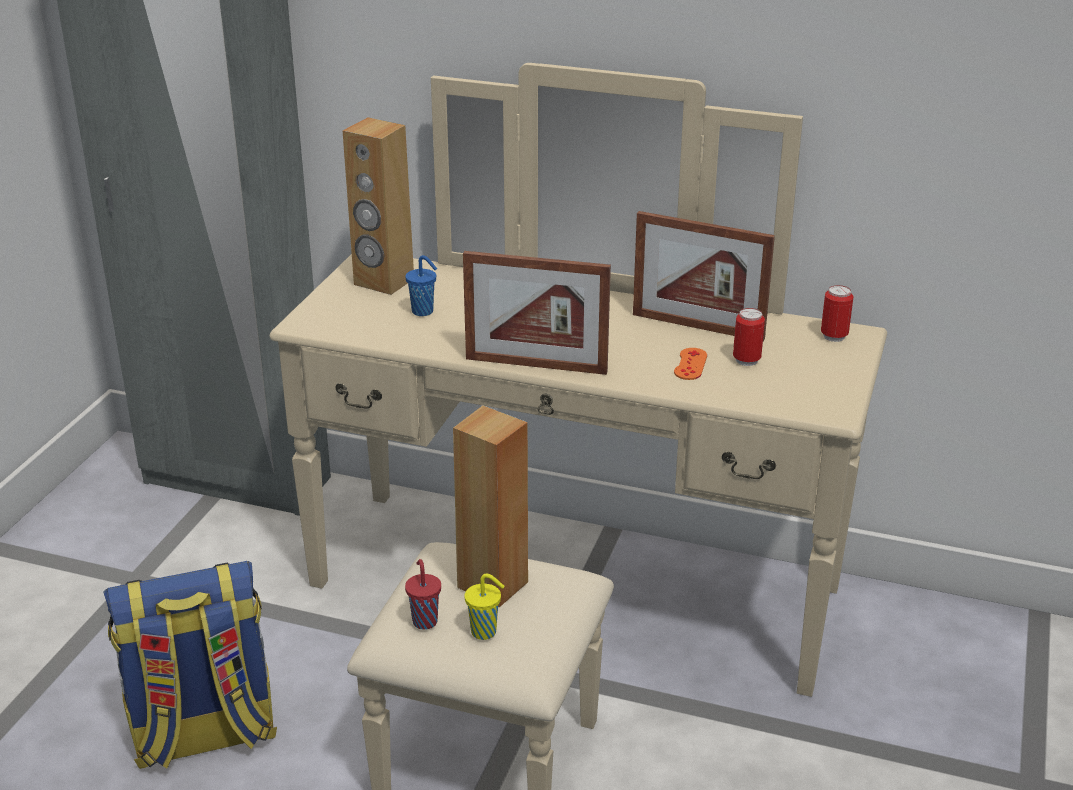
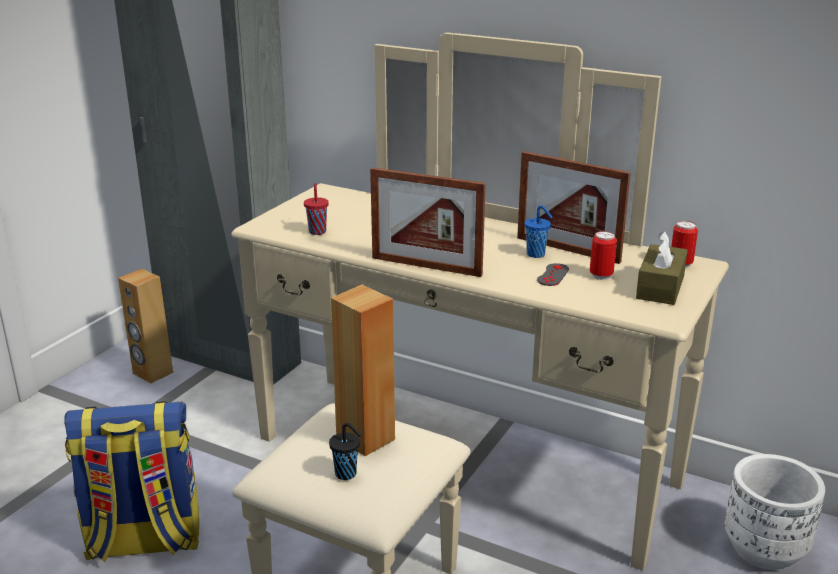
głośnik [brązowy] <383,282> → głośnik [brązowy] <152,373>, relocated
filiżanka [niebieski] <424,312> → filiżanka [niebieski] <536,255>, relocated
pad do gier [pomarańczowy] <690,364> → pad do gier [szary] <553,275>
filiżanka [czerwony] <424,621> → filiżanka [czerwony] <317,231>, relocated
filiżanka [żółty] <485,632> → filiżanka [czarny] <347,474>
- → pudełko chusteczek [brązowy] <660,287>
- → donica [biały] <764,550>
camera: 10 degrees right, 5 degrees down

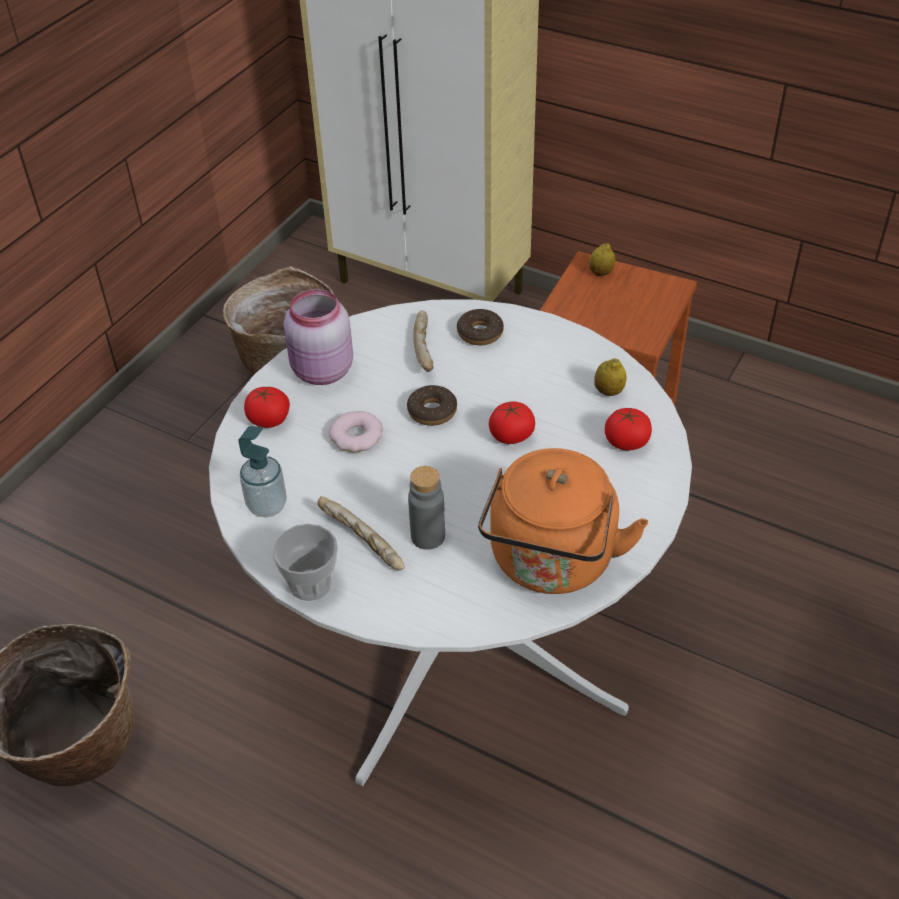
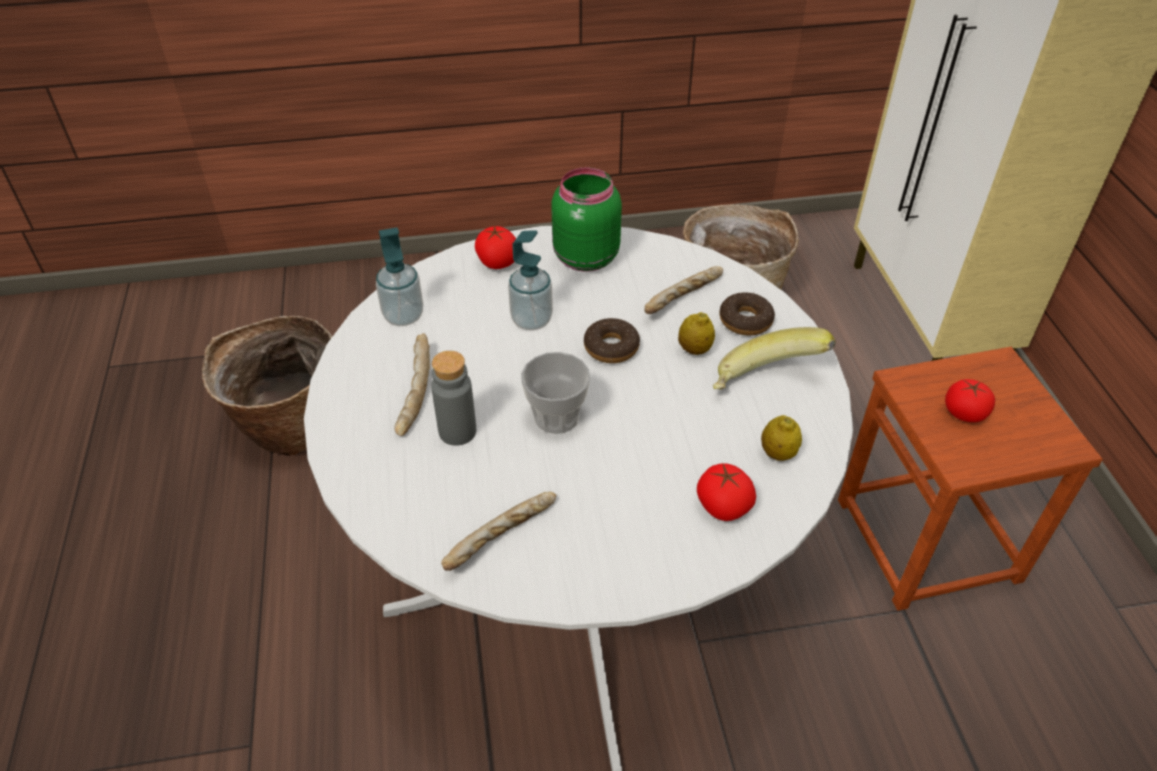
cytryna <601,273> → cytryna <694,350>, relocated
słoik [różowy] <321,372> → słoik [zielony] <583,258>
pomidor <511,436> → pomidor <964,413>, relocated
donut <356,436> → dozownik mydła <531,320>
czajnik [pomarańczowy] <551,563> → chleb <502,538>
filiżanka <310,584> → filiżanka <556,417>, relocated
- → banan <765,384>
camera: 50 degrees right, 0 degrees up

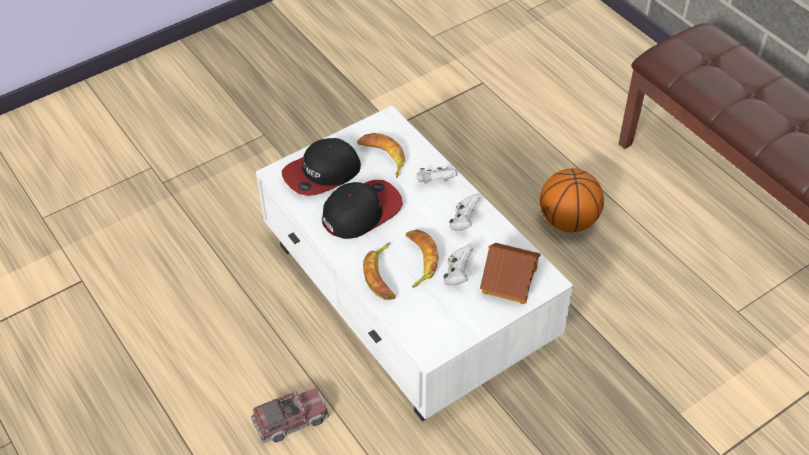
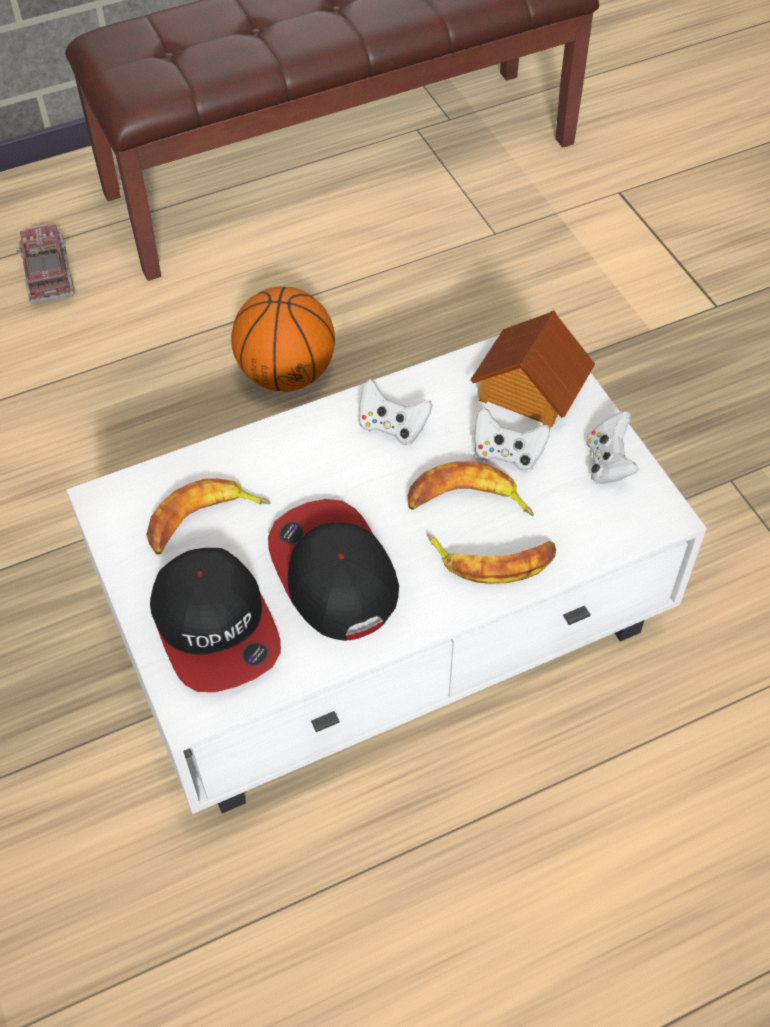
pad do gier [biały] <435,182> → pad do gier [biały] <608,463>, relocated
ciężarówka zabawkowa <291,420> → ciężarówka zabawkowa <48,275>, relocated
camera: 80 degrees left, 5 degrees up

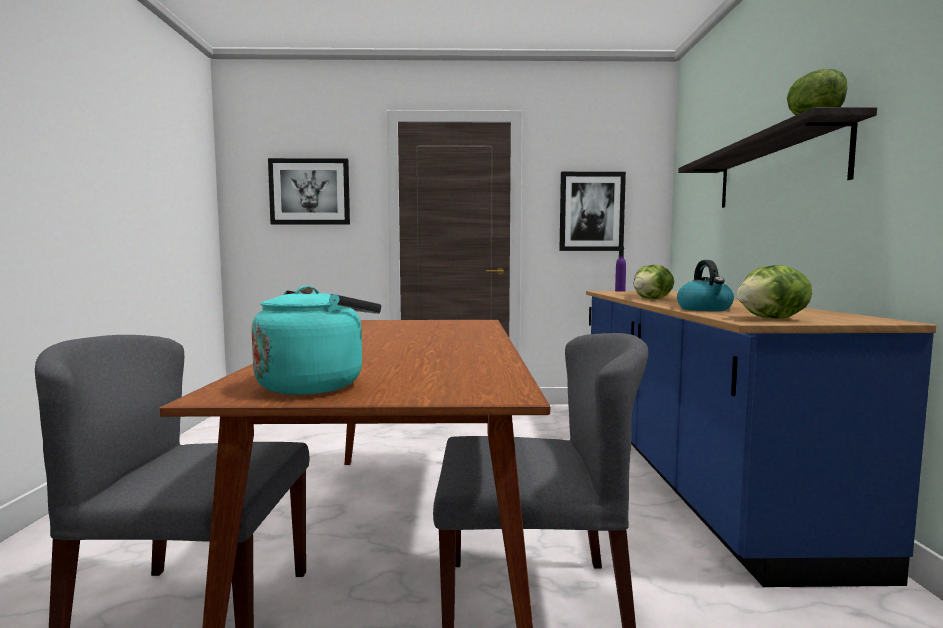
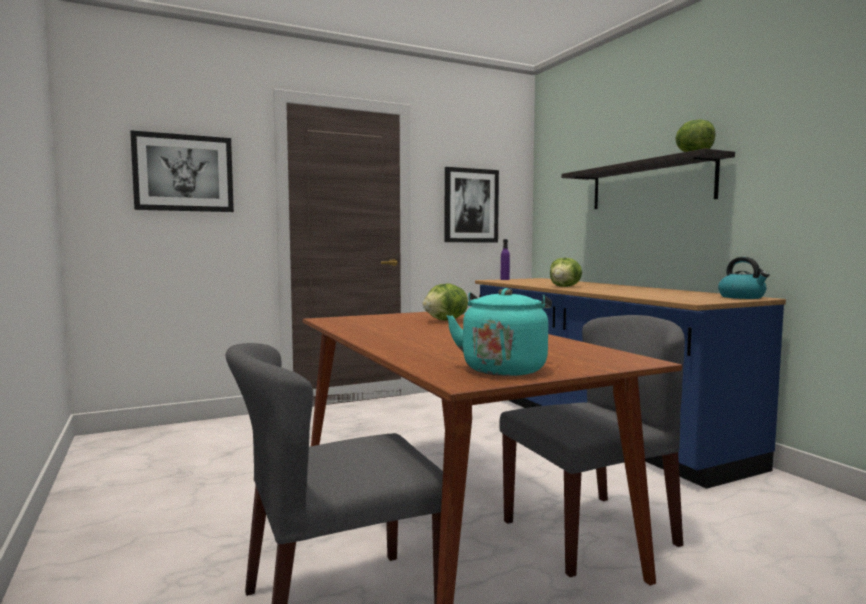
czajnik <705,309> → czajnik <742,297>, relocated
sałata <773,319> → sałata <446,320>, relocated
camera: 25 degrees left, 0 degrees up

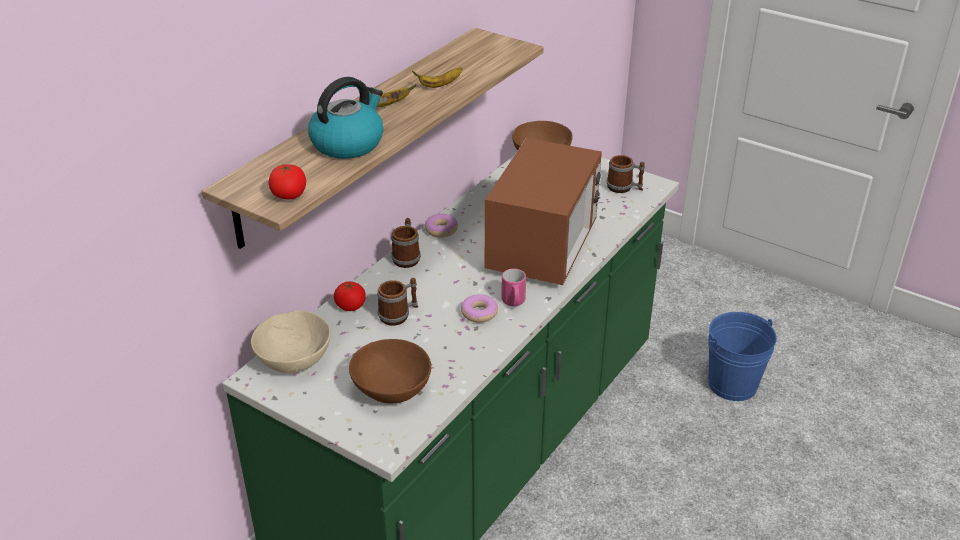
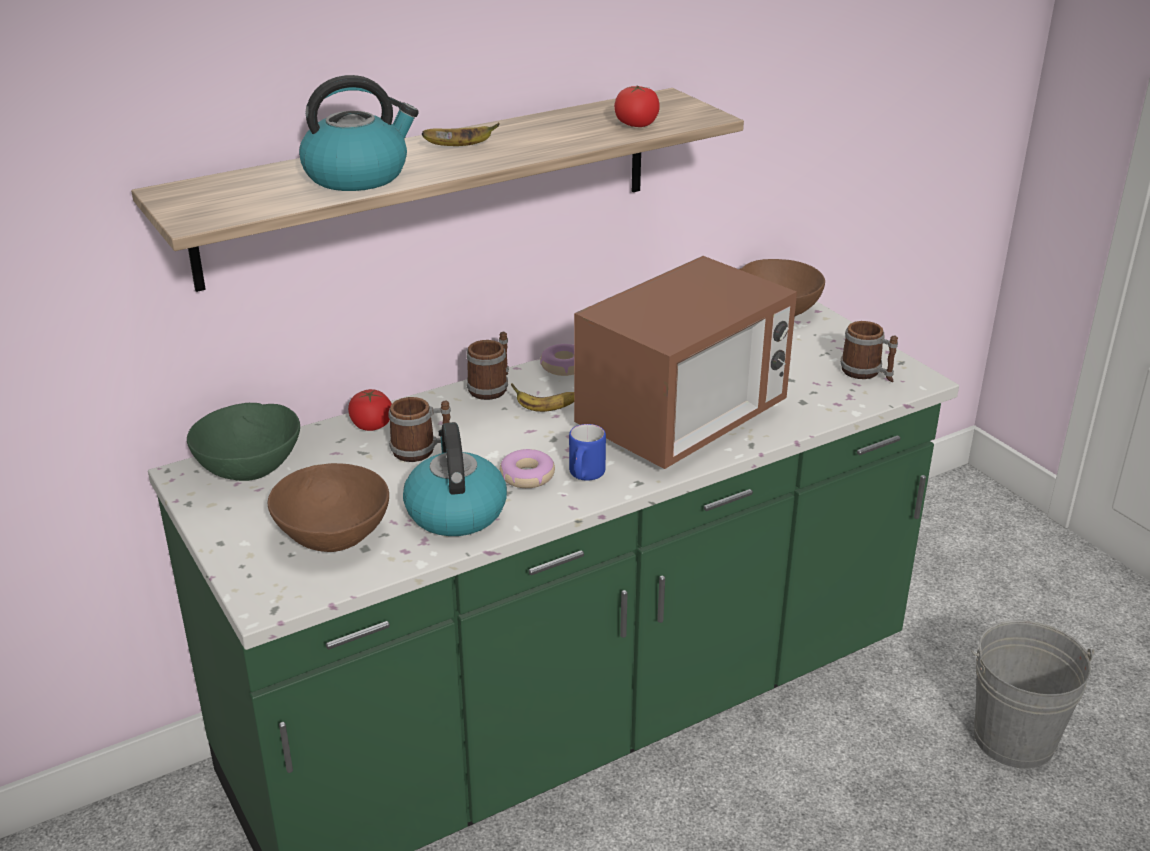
banan <439,85> → banan <545,409>, relocated
pomidor <289,195> → pomidor <636,125>, relocated
kubek [różowy] <514,303> → kubek [niebieski] <585,476>
miska [beżowy] <294,360> → miska [zielony] <249,468>
wiadro [niebieski] <732,384> → wiadro [szary] <1014,739>
- → czajnik <455,511>
camera: 25 degrees right, 5 degrees down

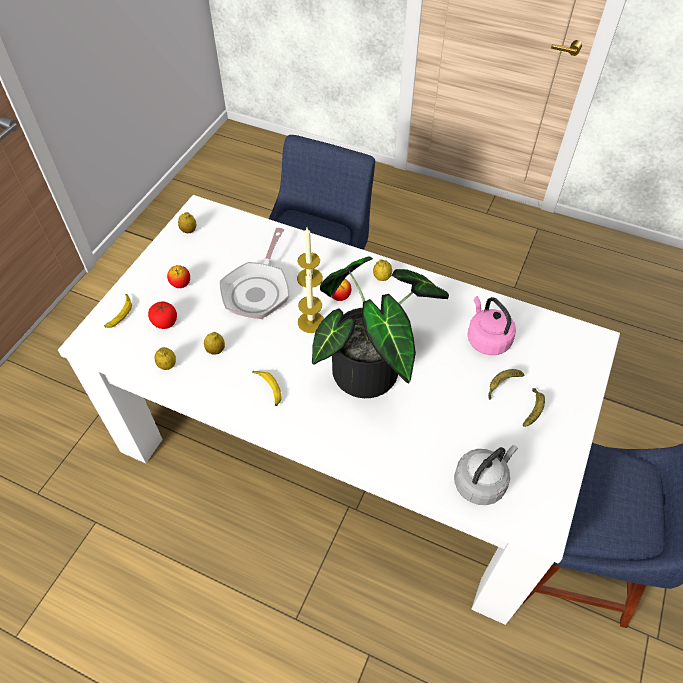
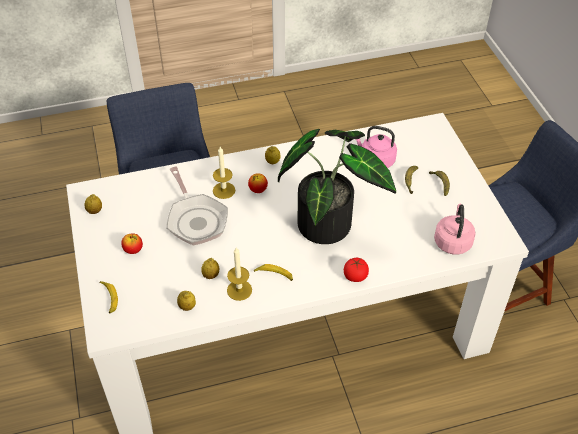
świeca <311,322> → świeca <239,290>, relocated
pomidor <165,322> → pomidor <355,276>, relocated
czajnik [szary] <481,482> → czajnik [różowy] <452,241>
camera: 40 degrees left, 5 degrees down

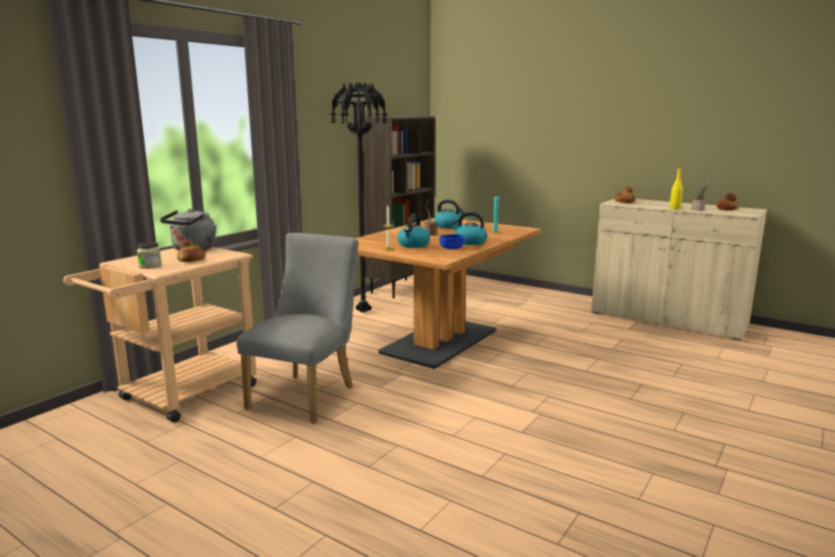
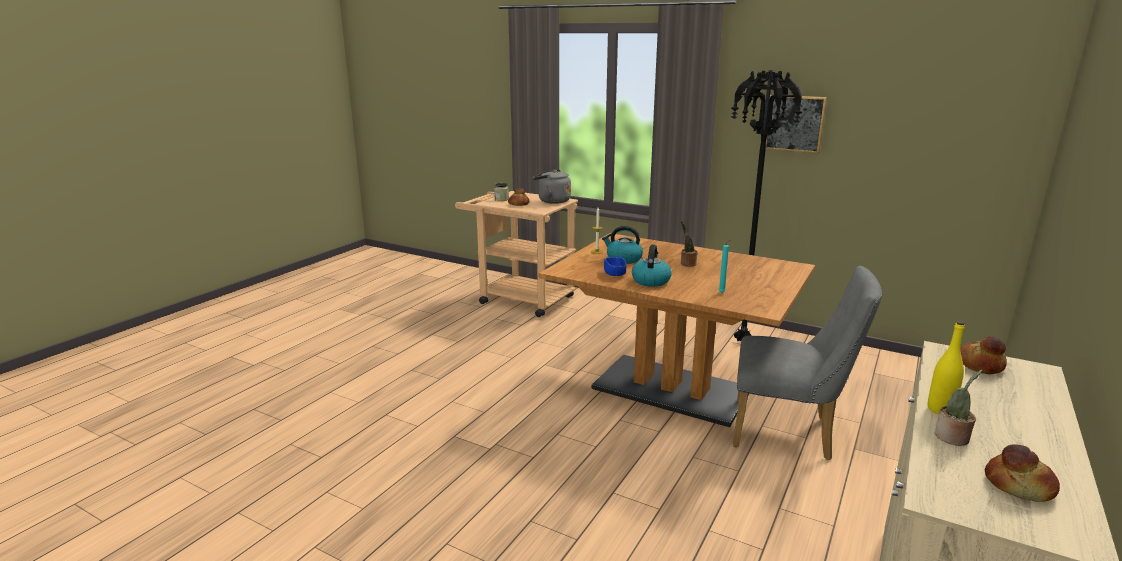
regał [brązowy] <399,288> → -
czajnik <448,226> → -
krzesło [szary] <307,394> → krzesło [szary] <790,433>, relocated
- → obraz <794,123>
camera: 85 degrees right, 5 degrees up

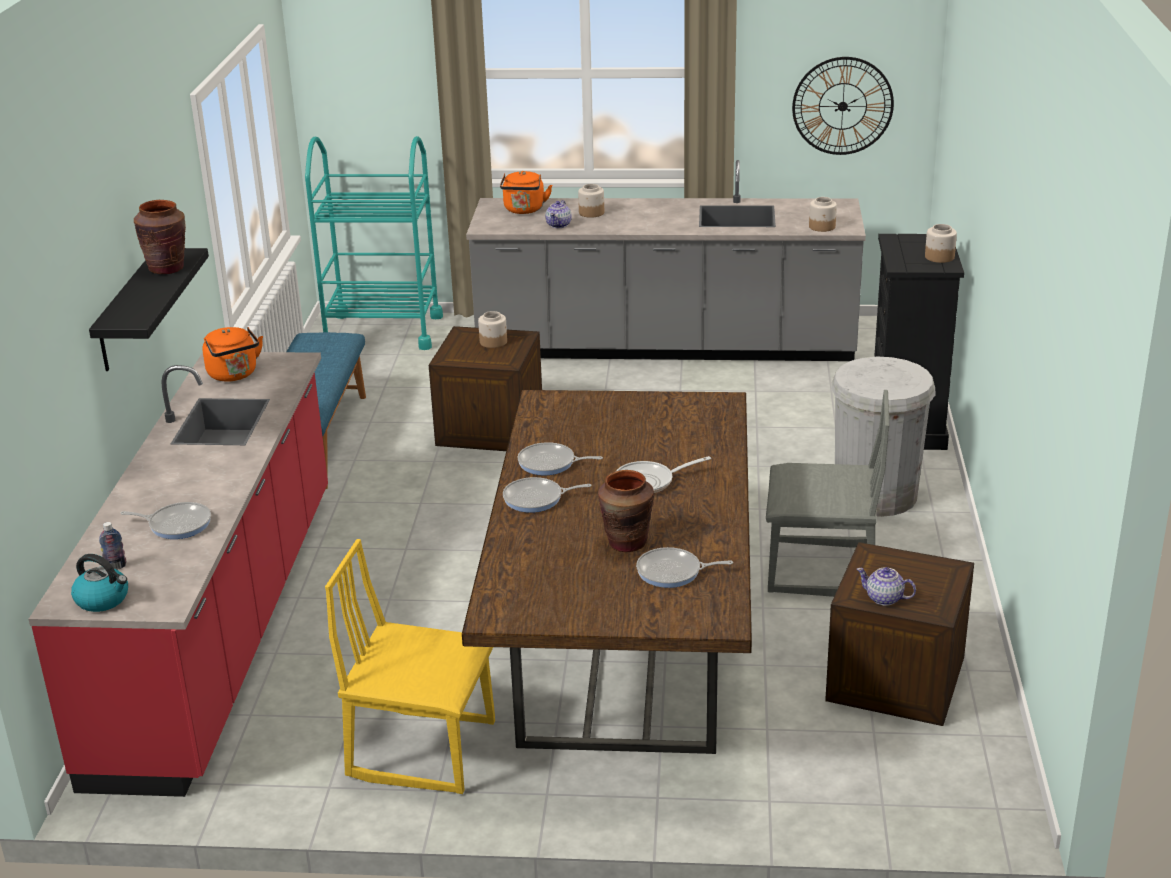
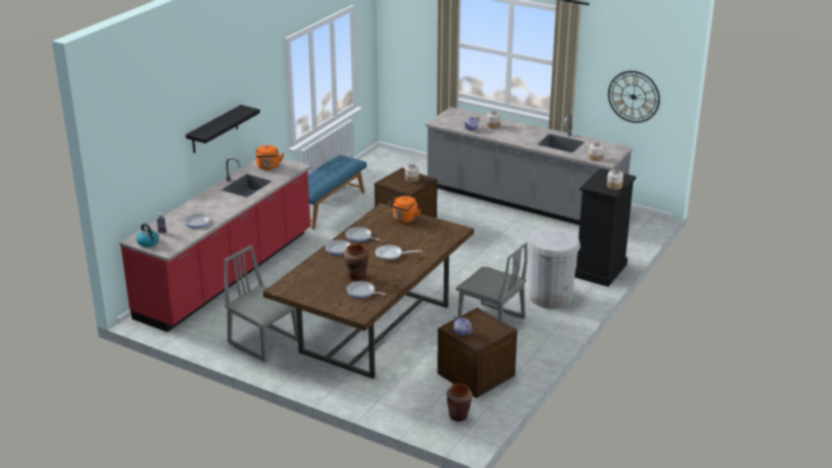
wózek [turkusowy] <383,331> → -
czajnik [pomarańczowy] <524,210> → czajnik [pomarańczowy] <404,219>, relocated
wazon [brązowy] <167,268> → wazon [brązowy] <458,416>, relocated
krzesło [żółty] <422,749> → krzesło [szary] <264,342>
camera: 25 degrees right, 0 degrees up

